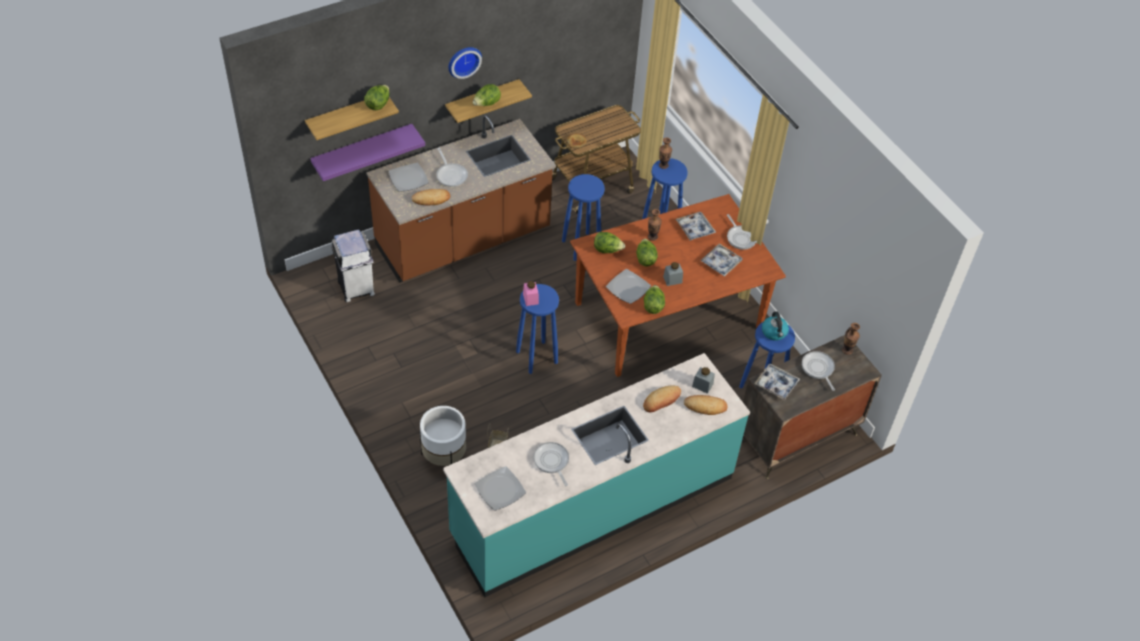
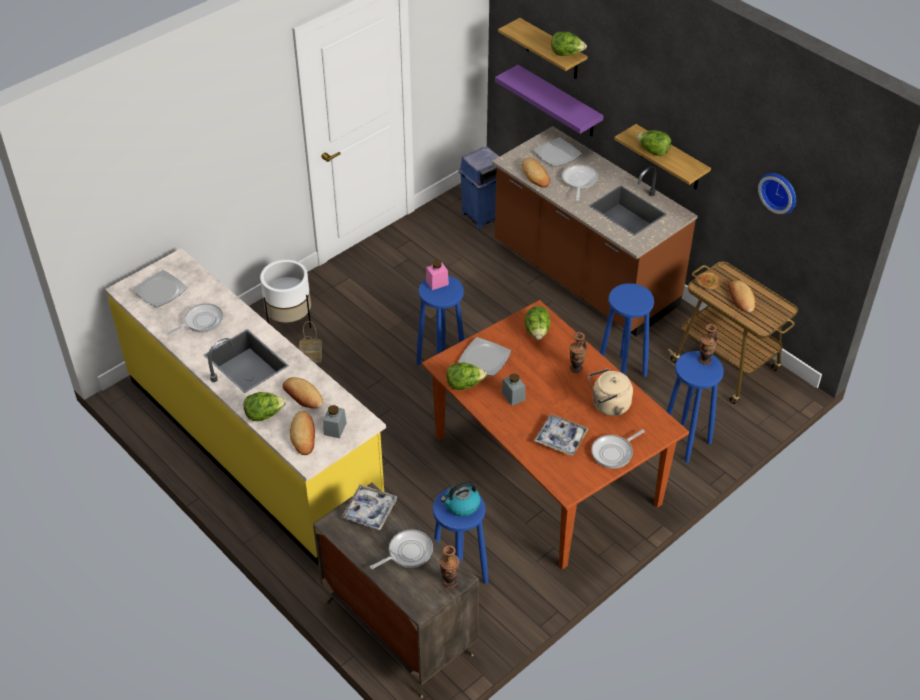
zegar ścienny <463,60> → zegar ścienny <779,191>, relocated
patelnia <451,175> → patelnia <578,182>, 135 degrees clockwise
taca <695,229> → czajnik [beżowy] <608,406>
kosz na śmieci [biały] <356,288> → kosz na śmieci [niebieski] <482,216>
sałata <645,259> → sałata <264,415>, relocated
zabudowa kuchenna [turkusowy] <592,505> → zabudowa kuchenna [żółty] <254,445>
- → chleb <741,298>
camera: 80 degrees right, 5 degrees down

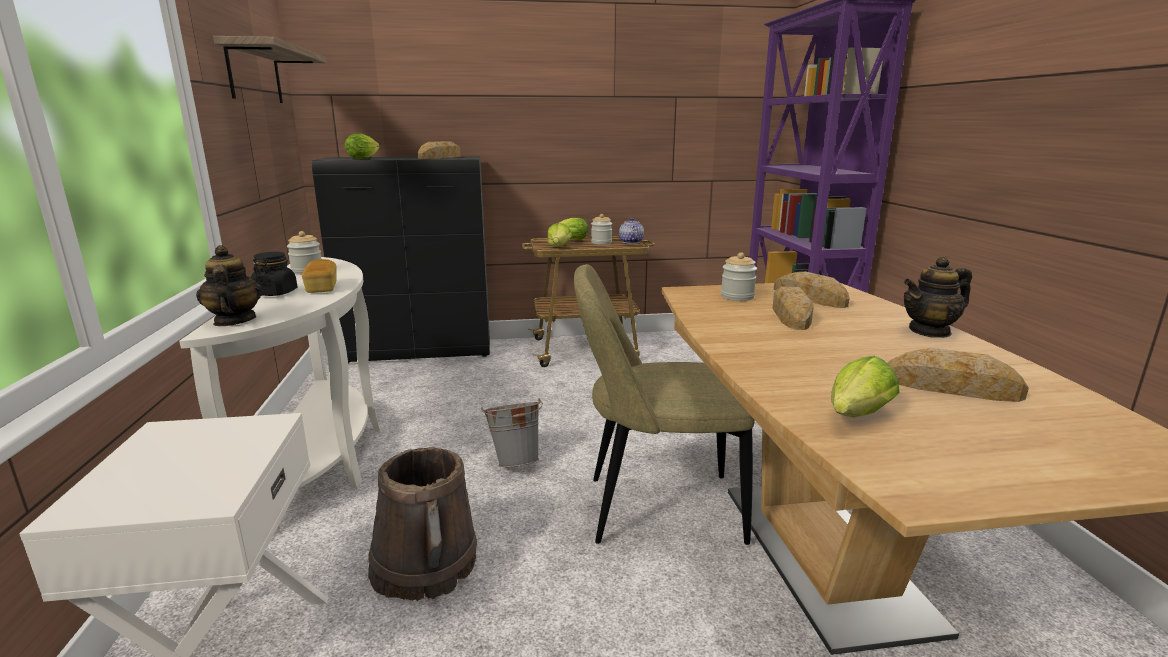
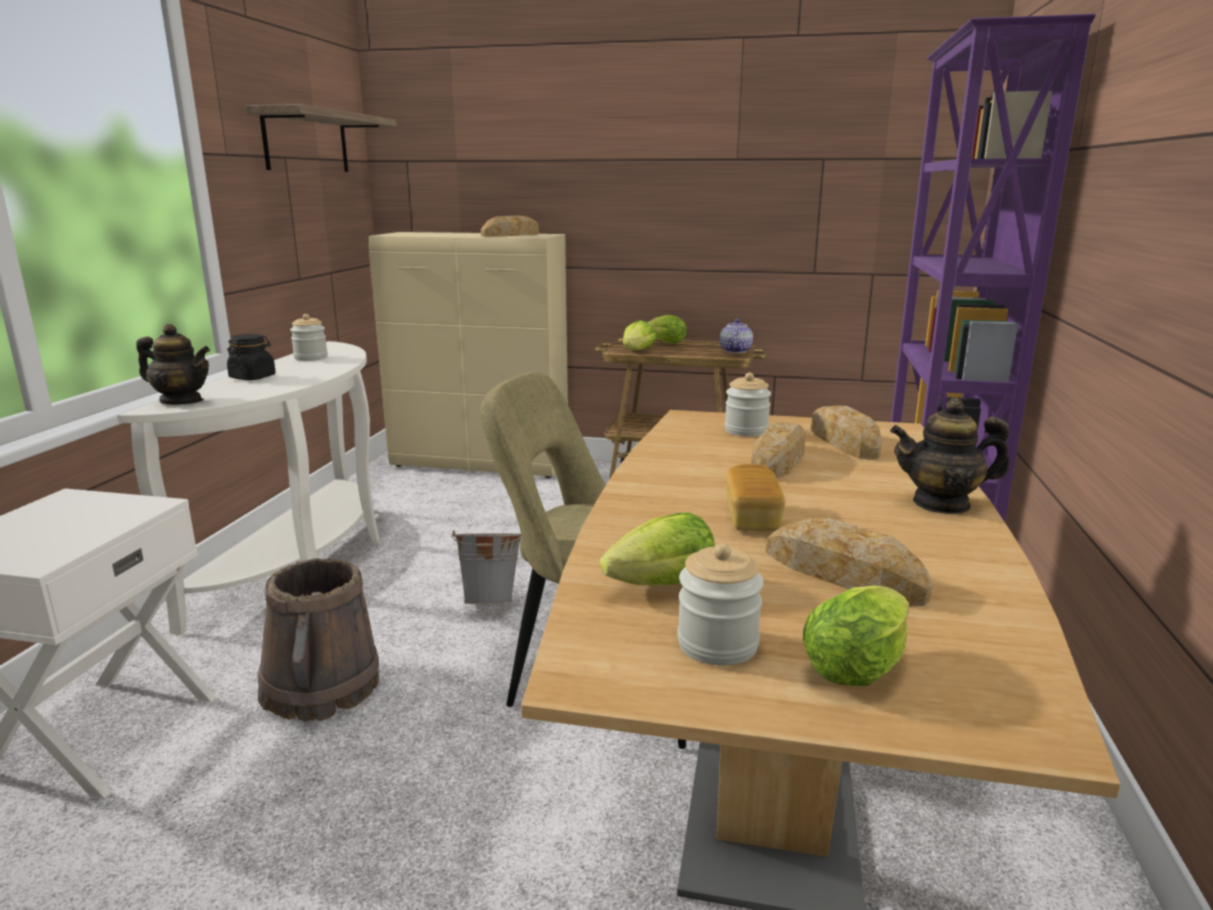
sałata <365,158> → sałata <860,666>, relocated
szafka [czarny] <420,352> → szafka [beżowy] <482,464>
słoik <601,242> → słoik <717,644>, relocated
imbryk <234,321> → imbryk <181,401>, 105 degrees clockwise
chleb <322,288> → chleb <752,518>, relocated
camera: 20 degrees right, 0 degrees up

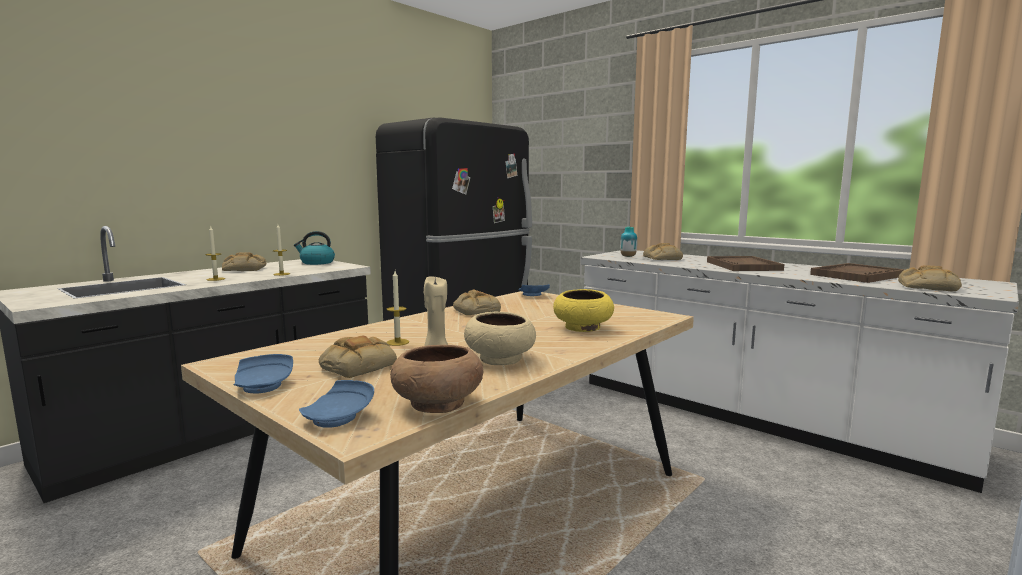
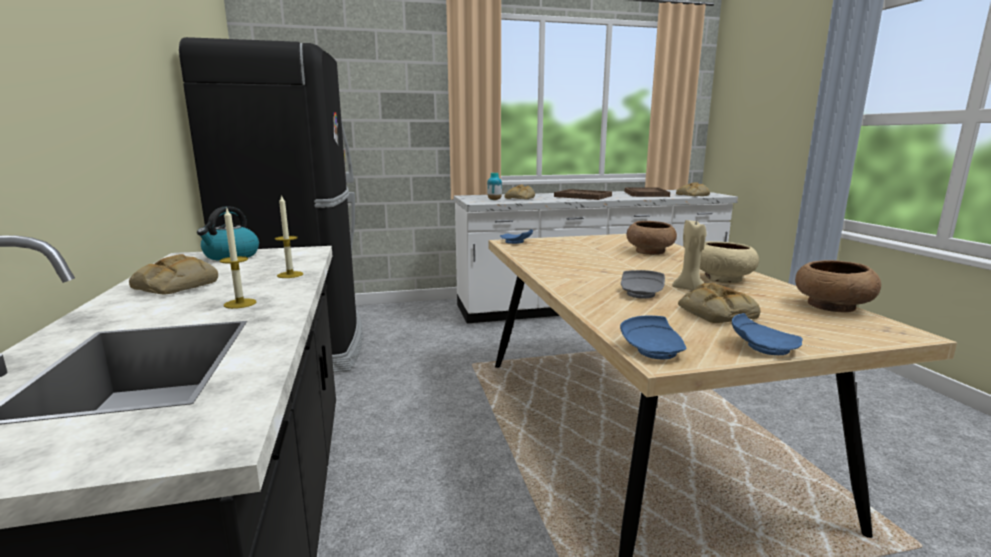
świeca <397,342> → talerz [szary] <641,293>
chleb <475,310> → -
miska [żółty] <583,328> → miska [brązowy] <650,252>
talerz [niebieski] <339,417> → talerz [niebieski] <654,349>, relocated
camera: 55 degrees left, 5 degrees up

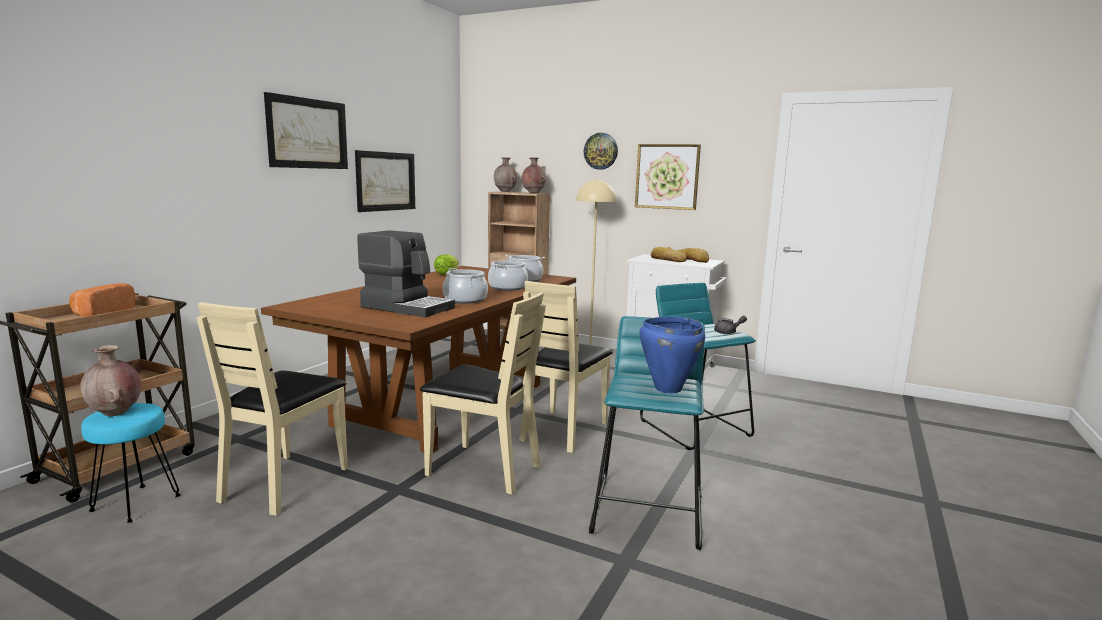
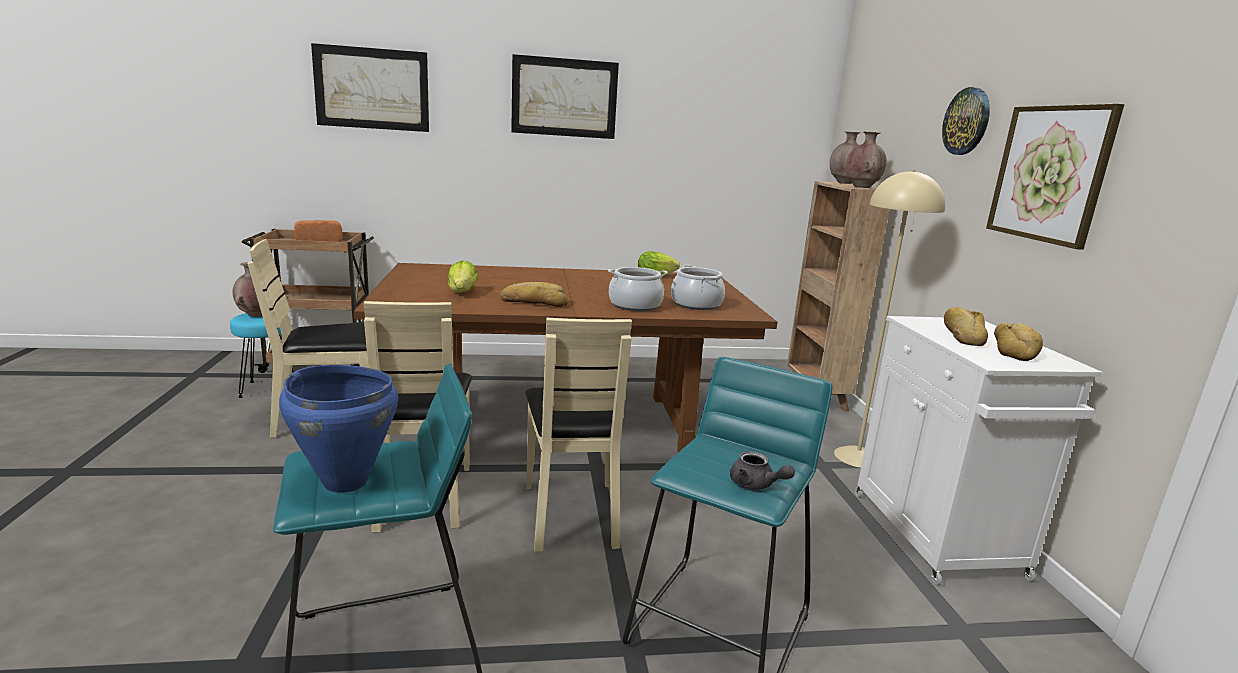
obraz <385,181> → obraz <372,89>, relocated
ekspres do kawy <407,307> → sałata <462,292>
garnek <465,300> → chleb <534,302>
krzesło [beżowy] <563,431> → krzesło [beżowy] <572,514>, 90 degrees counterclockwise
camera: 55 degrees right, 5 degrees up

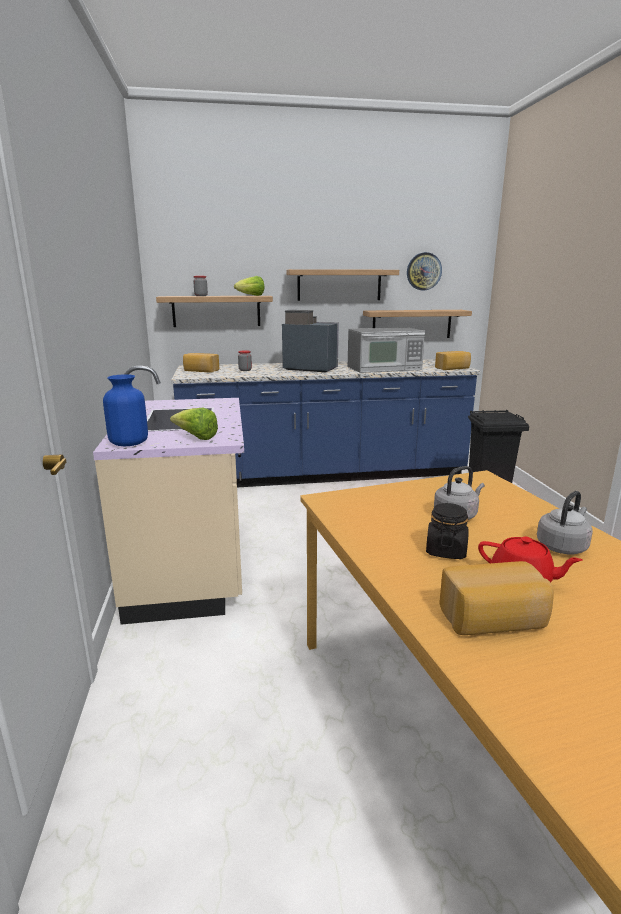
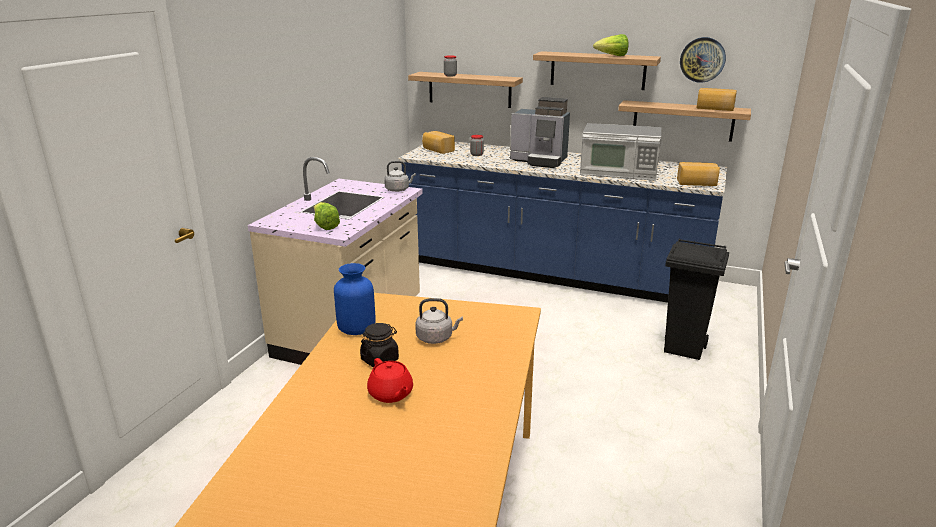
sałata <251,296> → sałata <612,56>, relocated
ekspres do kawy <309,368> → ekspres do kawy <540,161>, 150 degrees clockwise
wazon [niebieski] <129,443> → wazon [niebieski] <356,329>, relocated
czajnik [szary] <562,546> → czajnik [szary] <398,189>, relocated
chleb <493,620> → chleb <714,108>, relocated
camera: 30 degrees right, 5 degrees up

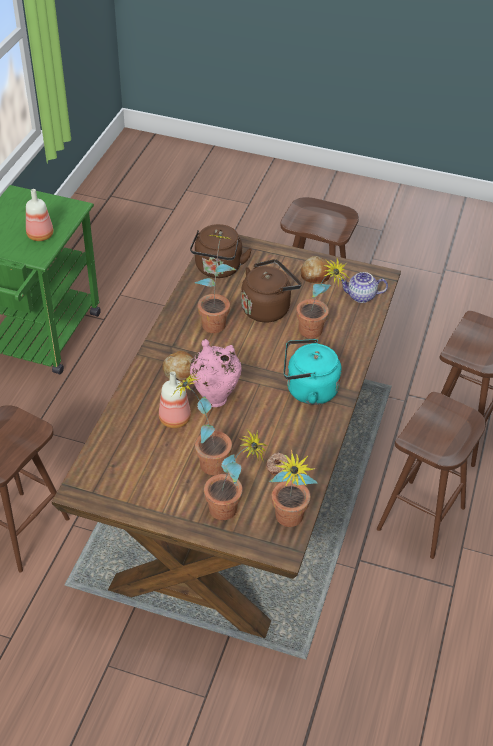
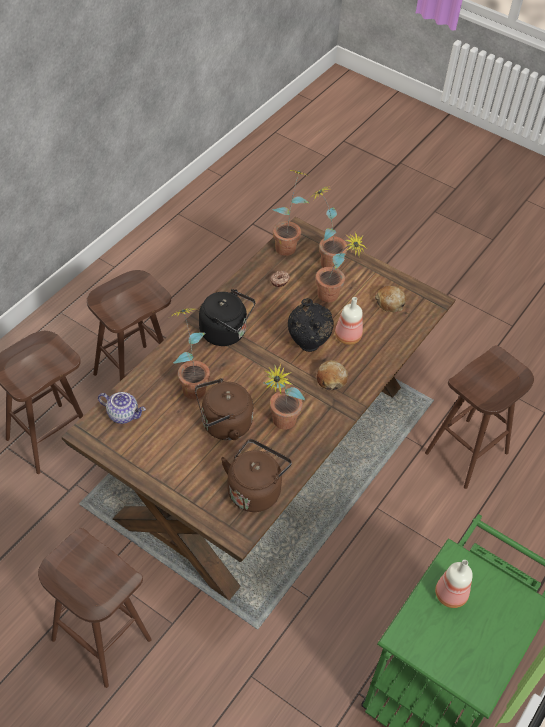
chleb <315,275> → chleb <390,302>, relocated
wazon [różowy] <215,397> → wazon [czarny] <308,347>
czajnik [turkusowy] <308,390> → czajnik [czarny] <226,333>
camera: 165 degrees left, 5 degrees up

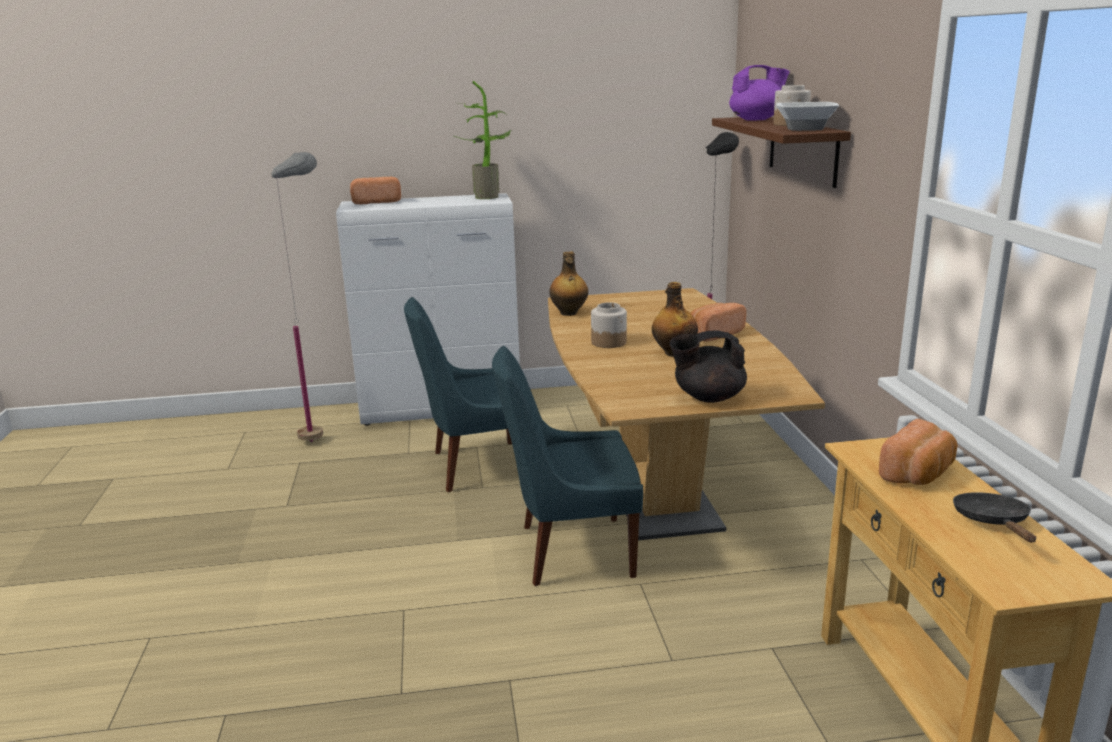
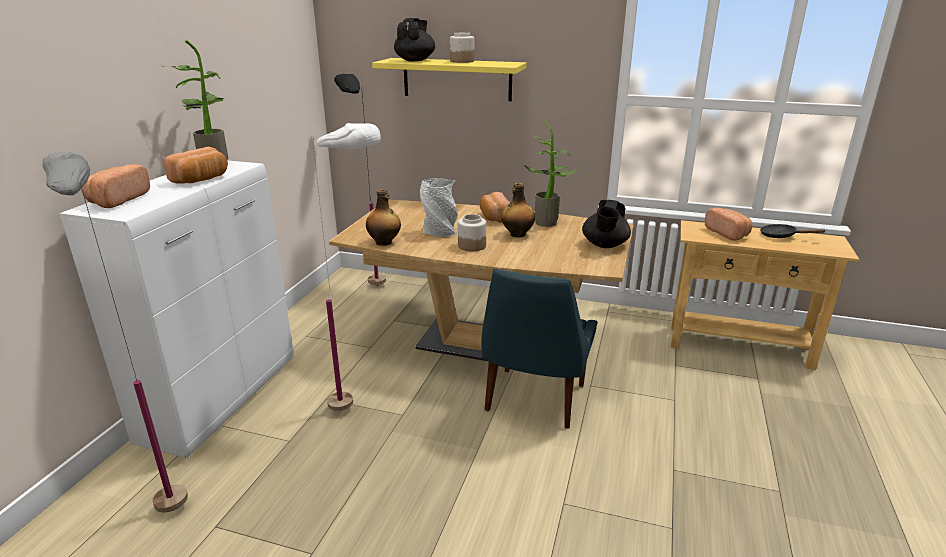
imbryk [fioletowy] <756,120> → imbryk [czarny] <415,60>
miska <804,129> → -
półka [brązowy] <802,149> → półka [żółty] <457,79>
krzesło [niebieski] <476,467> → lampa stojąca [biały] <363,409>
- → roślina doniczkowa <548,222>
- → chleb <201,180>
- → wazon [szary] <440,232>
camera: 65 degrees left, 5 degrees up

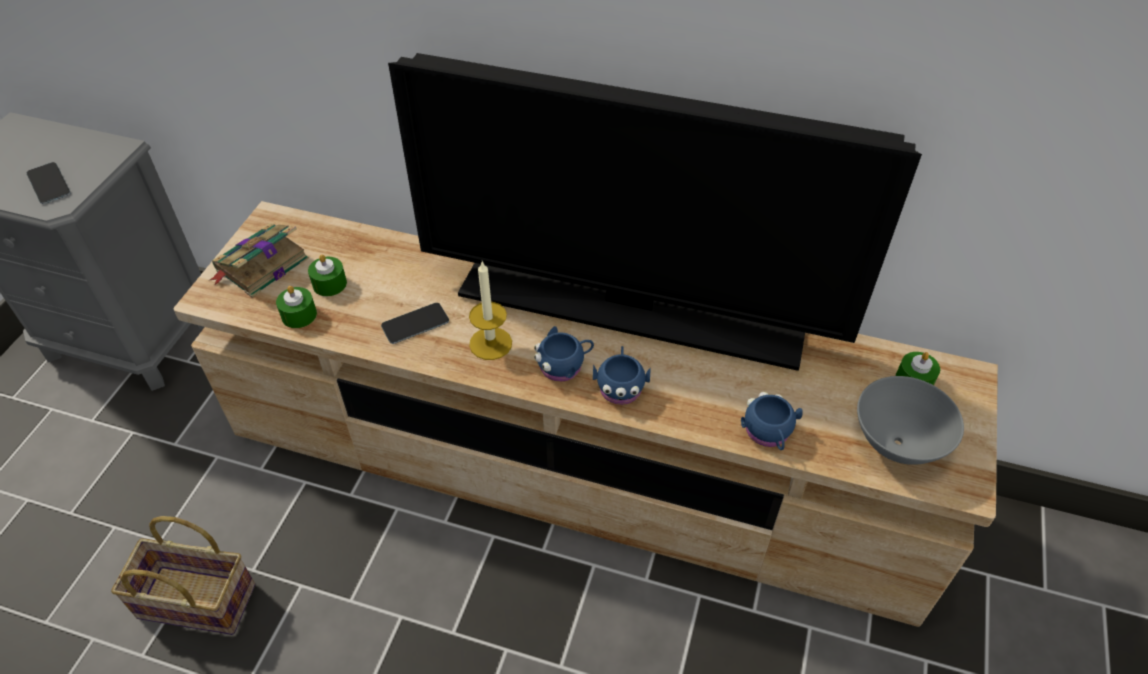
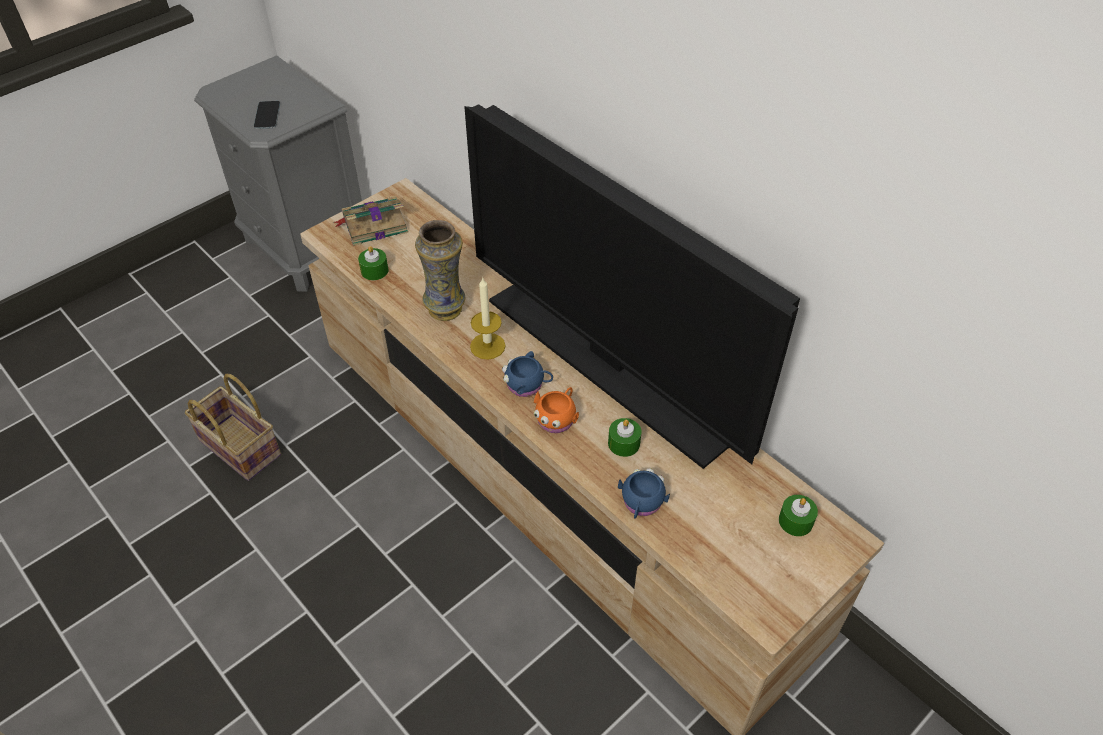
świeca [zielony] <329,284> → świeca [zielony] <624,443>, relocated
telefon <415,324> → wazon <446,309>
kubek [niebieski] <620,386> → kubek [pomarańczowy] <557,418>
miska [szary] <898,444> → -
camera: 30 degrees right, 0 degrees up

